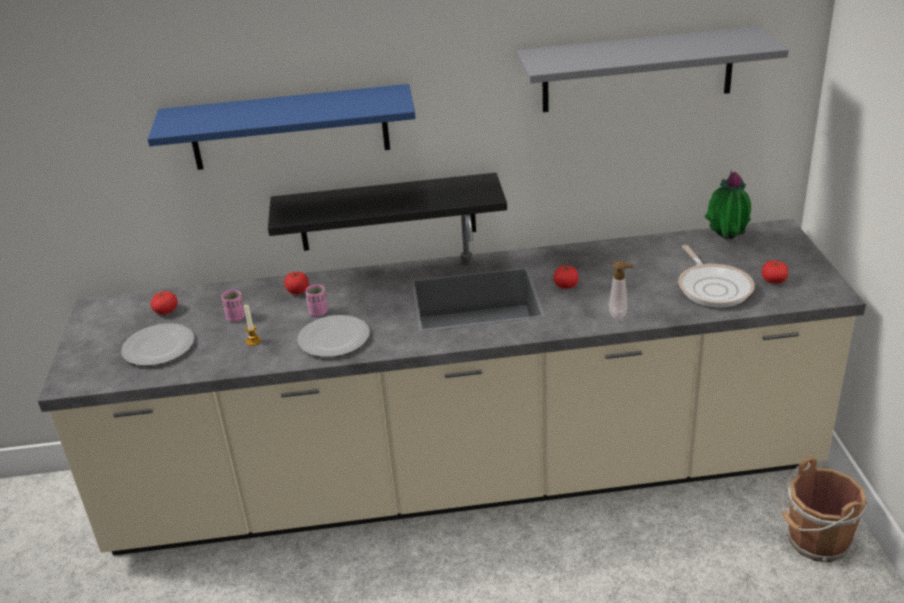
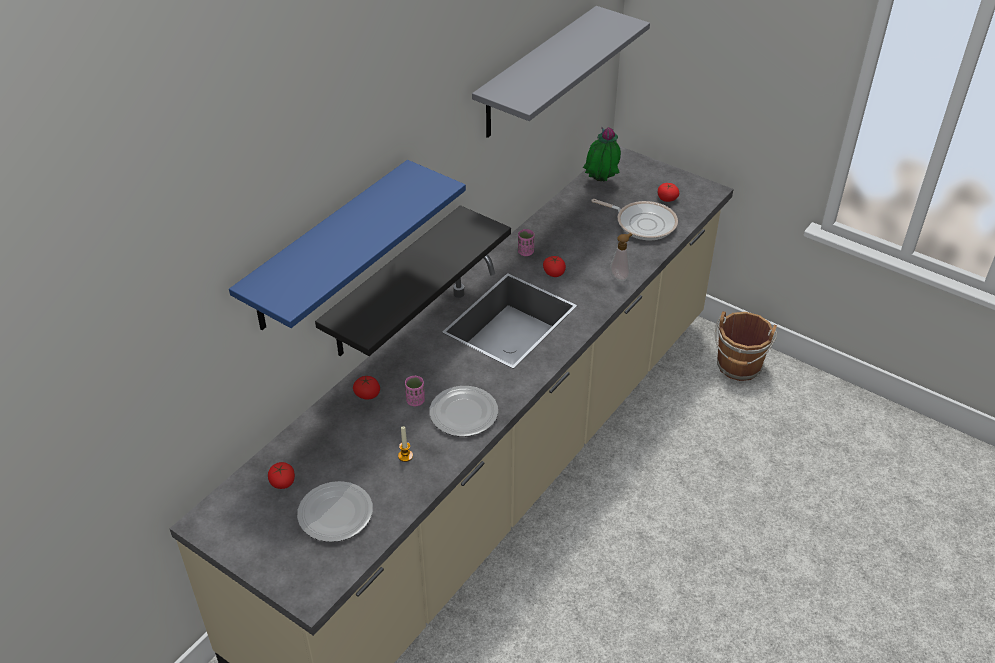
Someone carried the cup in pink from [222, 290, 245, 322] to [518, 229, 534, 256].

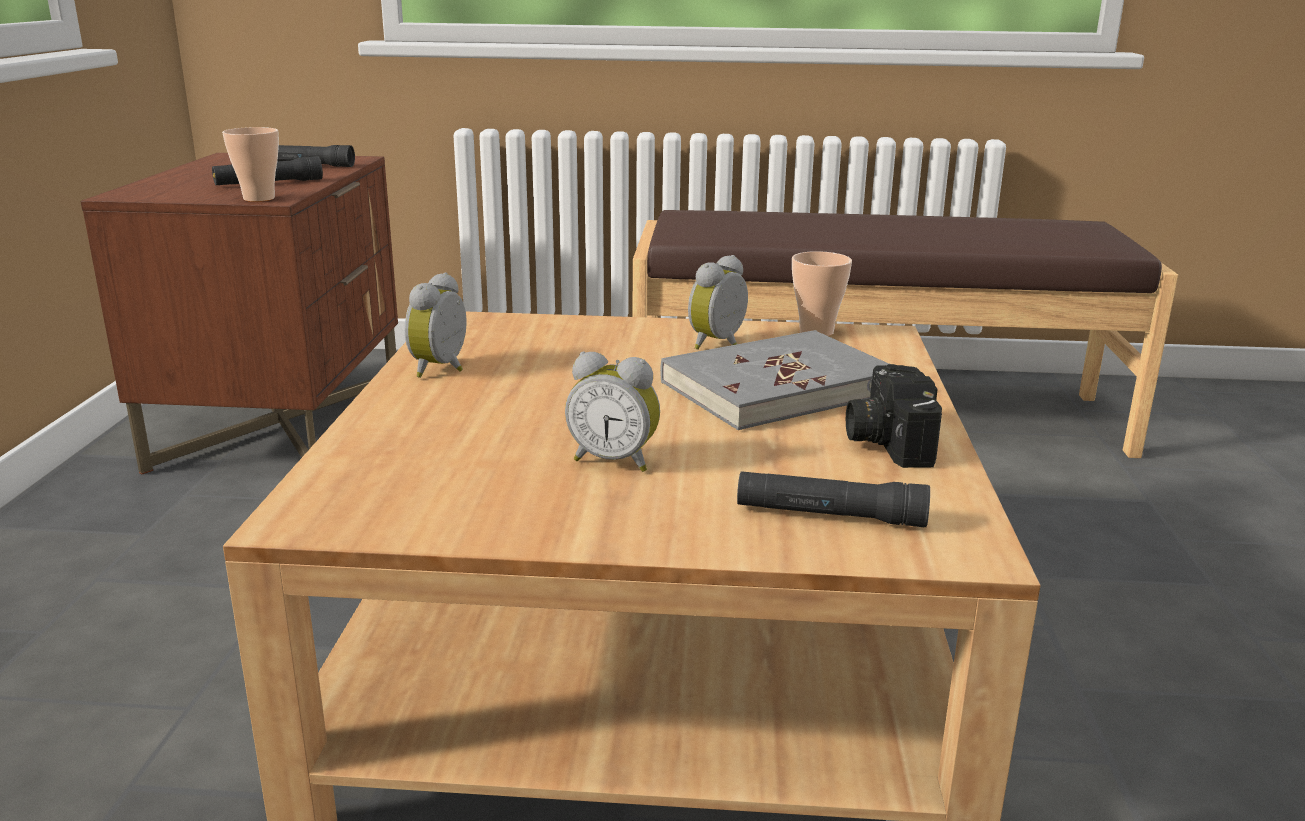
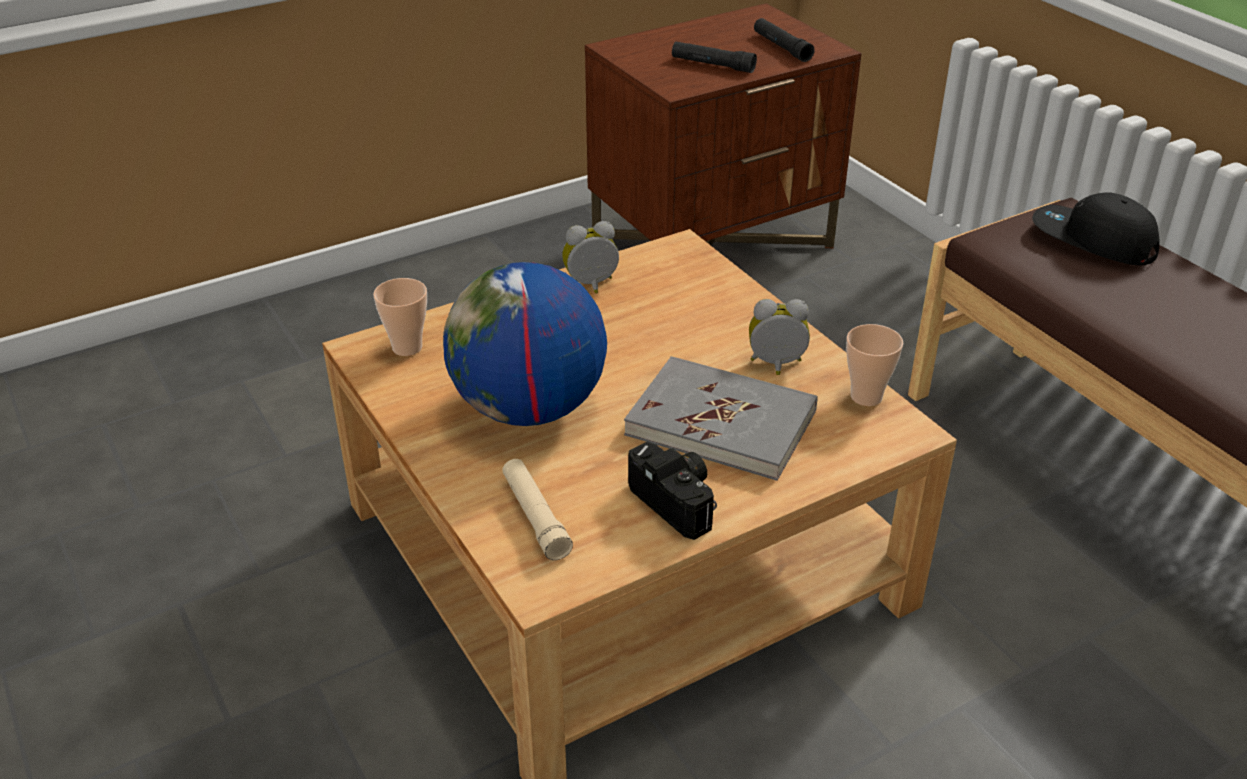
Someone carried the cup from [222, 127, 279, 202] to [373, 278, 427, 356]. Someone swapped the alarm clock at [565, 352, 660, 472] for the globe at [443, 262, 607, 426]. Someone rotated the photo camera at [846, 364, 942, 468] by 90 degrees clockwise. Someone repainted the flashlight in black at [737, 471, 930, 528], which became the flashlight in beige at [502, 459, 573, 560]. Someone put down the cap in black at [1032, 192, 1159, 266].

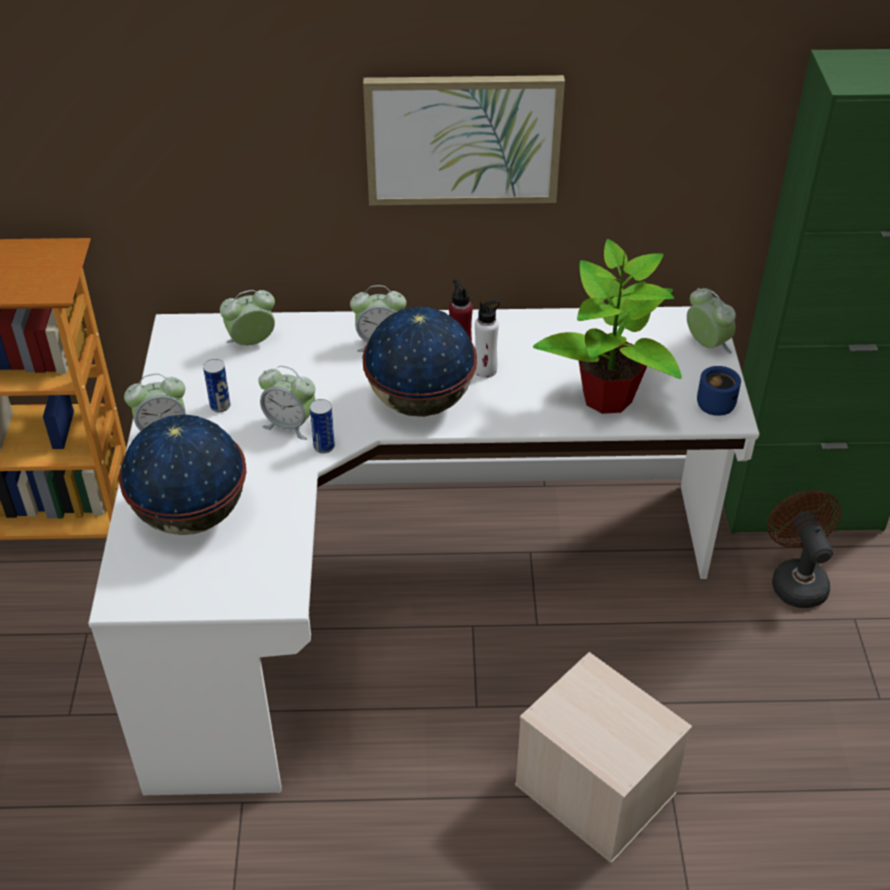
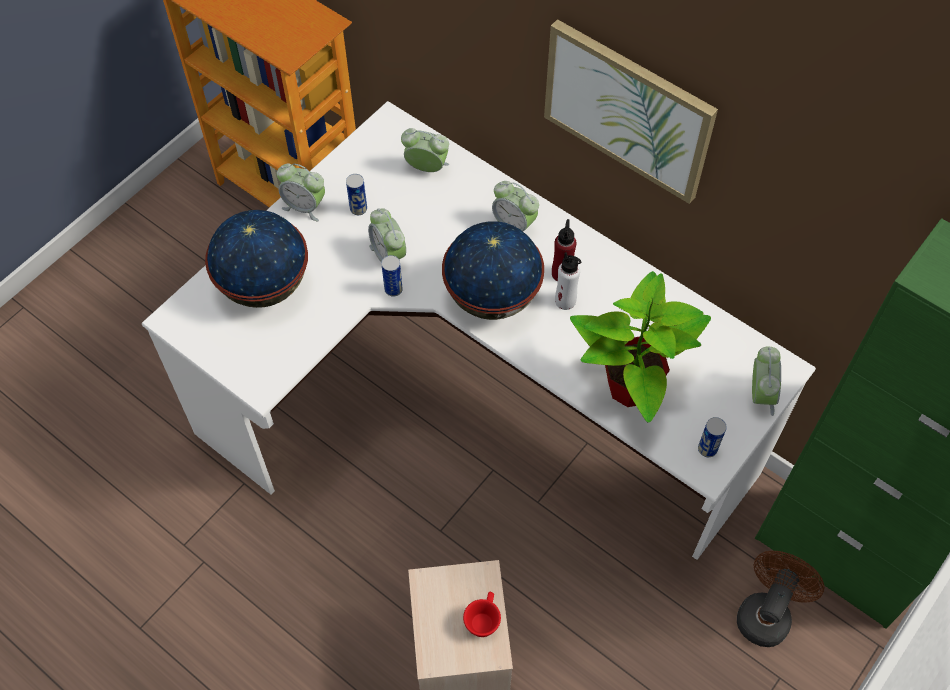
Someone swapped the mug in blue at [697, 366, 741, 416] for the can at [698, 417, 727, 457]. Someone put down the cup in red at [463, 592, 501, 637].

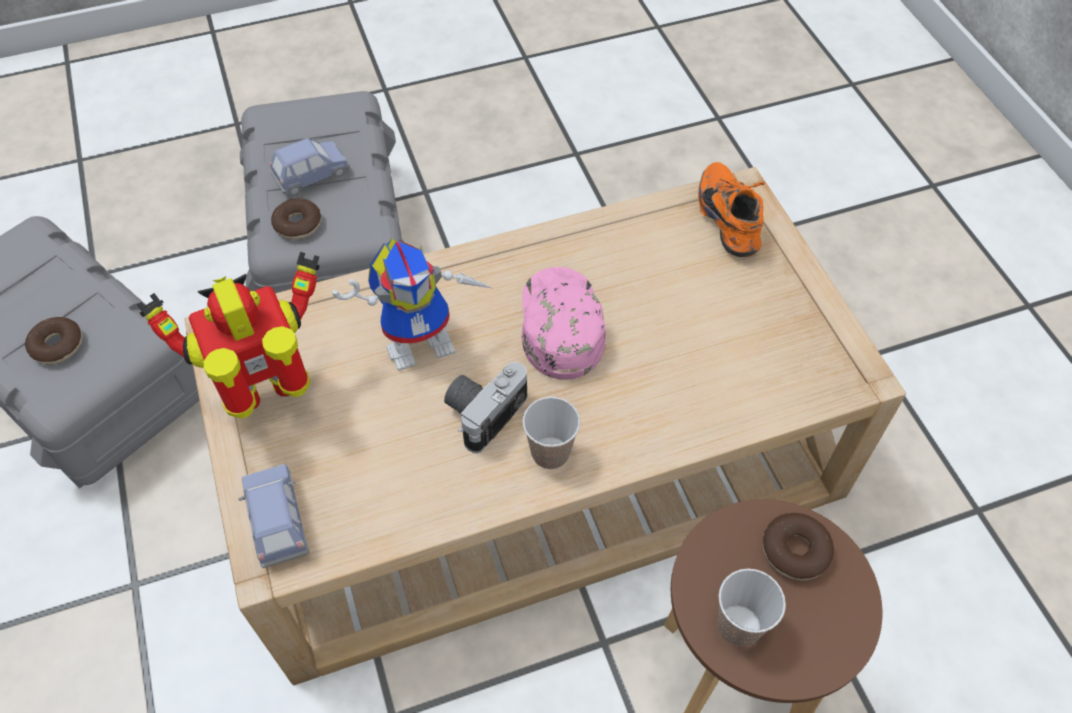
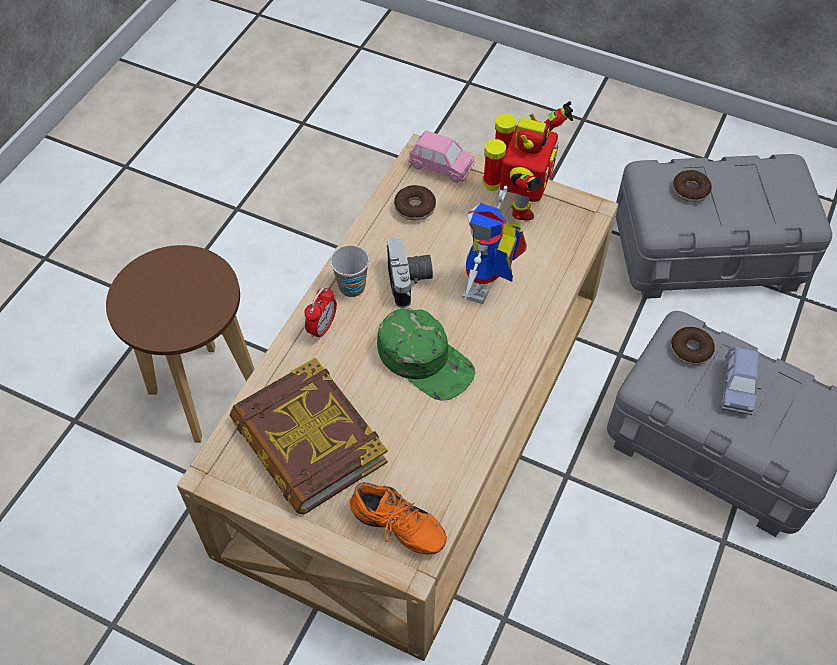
Someone repainted the cap in pink at [522, 267, 606, 380], which became the cap in green at [377, 308, 476, 400]. Someone repainted the toy car in blue at [238, 464, 309, 568], which became the toy car in pink at [408, 130, 475, 183]. Someone carried the donut from [762, 513, 834, 580] to [394, 185, 436, 220]. Someone took away the cup at [718, 569, 786, 646]. Someone put down the alarm clock at [304, 287, 337, 340]. Someone put down the book at [230, 357, 388, 515].

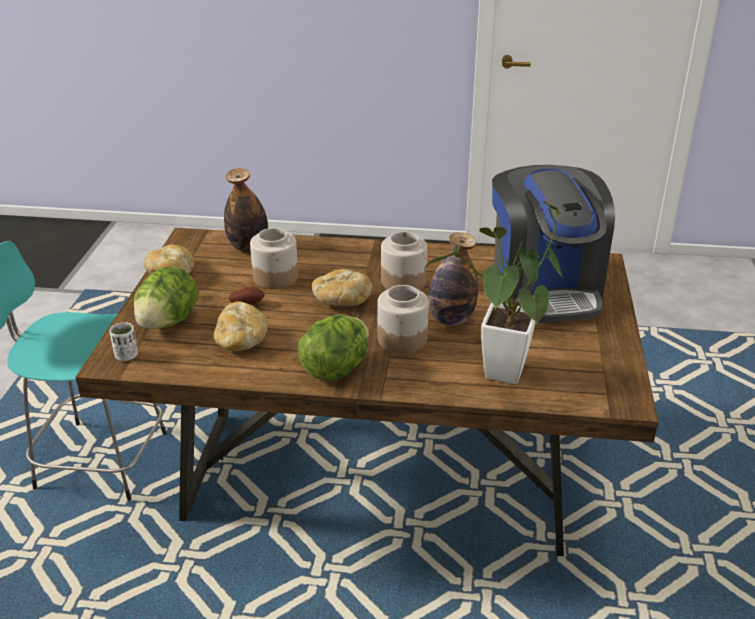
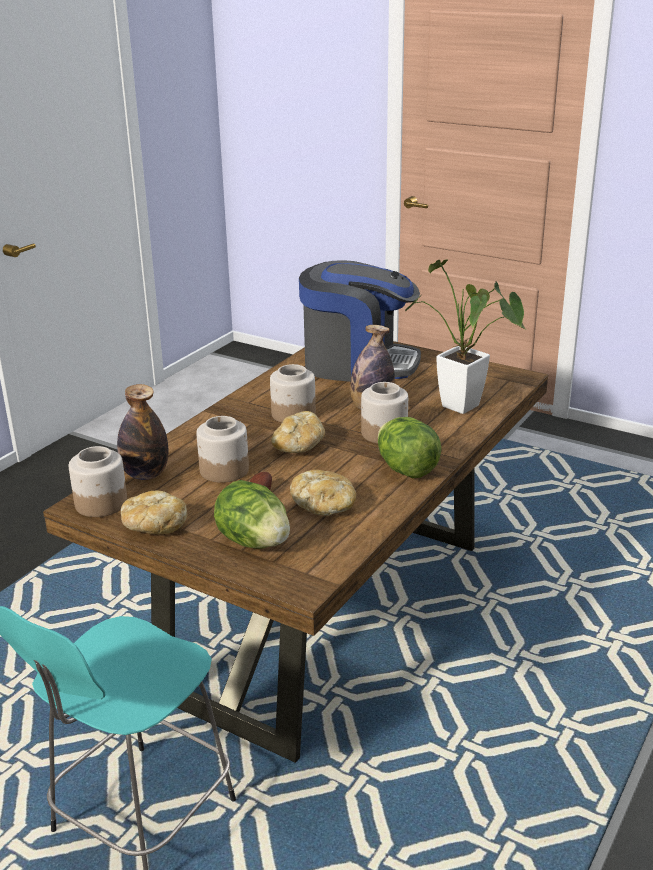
Someone took away the cup in white at [109, 322, 138, 361]. Someone put down the jar at [69, 446, 127, 517].

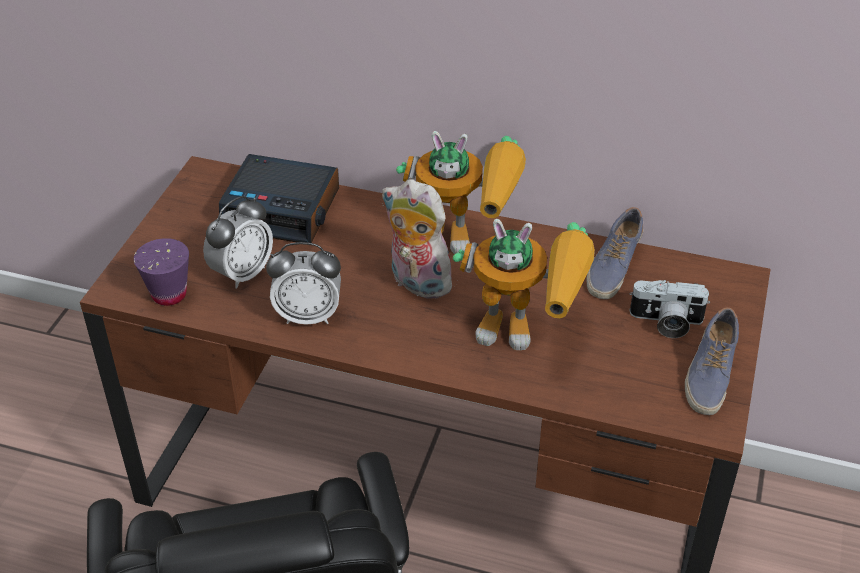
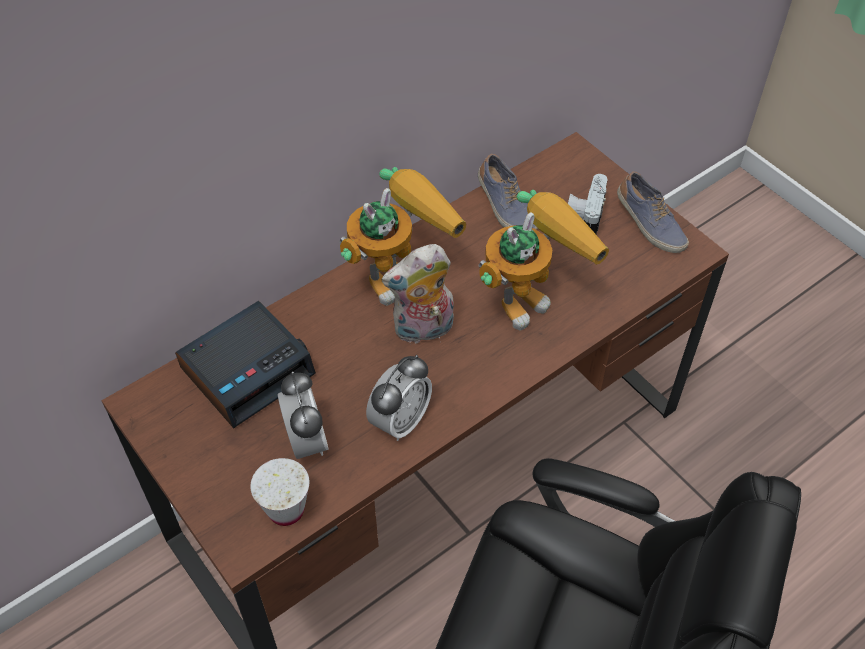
Someone repainted the cup in purple at [134, 238, 189, 306], which became the cup in white at [250, 458, 309, 526]. Someone rotated the photo camera at [629, 280, 710, 338] by 150 degrees clockwise.

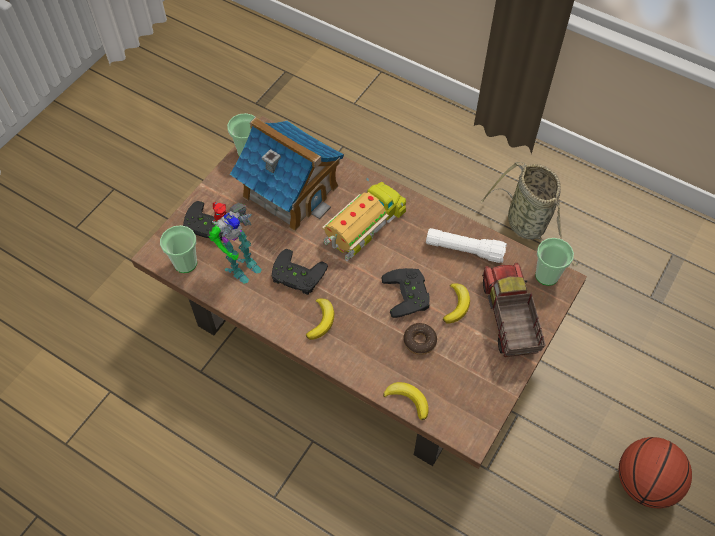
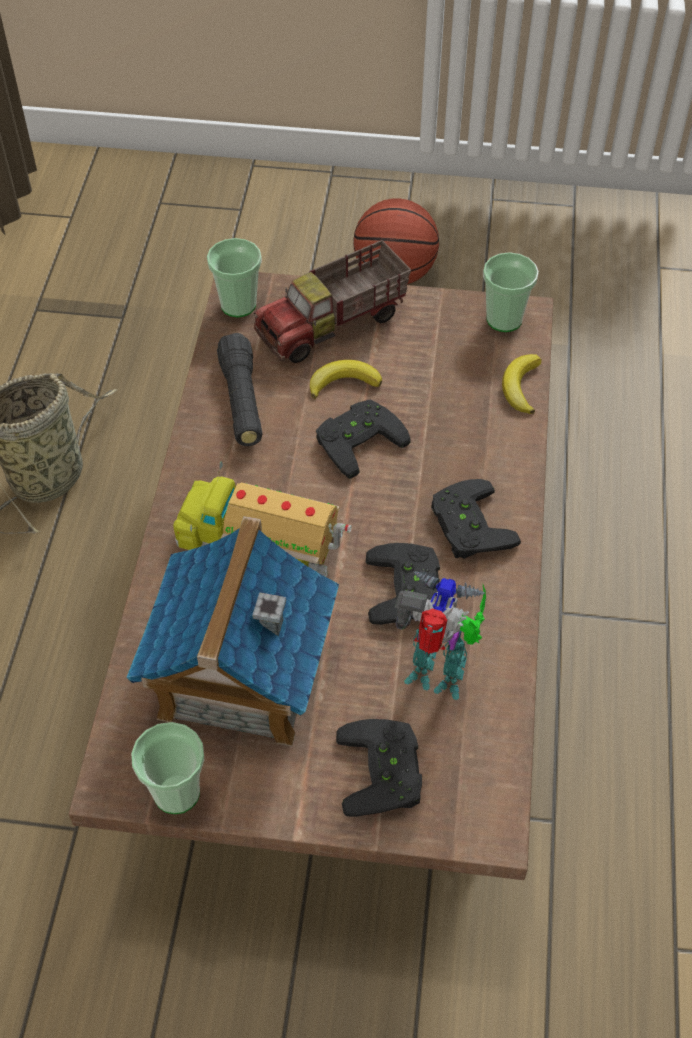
Someone carried the cup from [160, 225, 197, 273] to [483, 252, 539, 332]. Someone repainted the flashlight in white at [426, 228, 507, 263], which became the flashlight in black at [217, 333, 262, 446]. Someone swapped the banana at [306, 299, 334, 340] for the game controller in black at [431, 479, 521, 559]. Someone took away the donut at [403, 323, 437, 355].

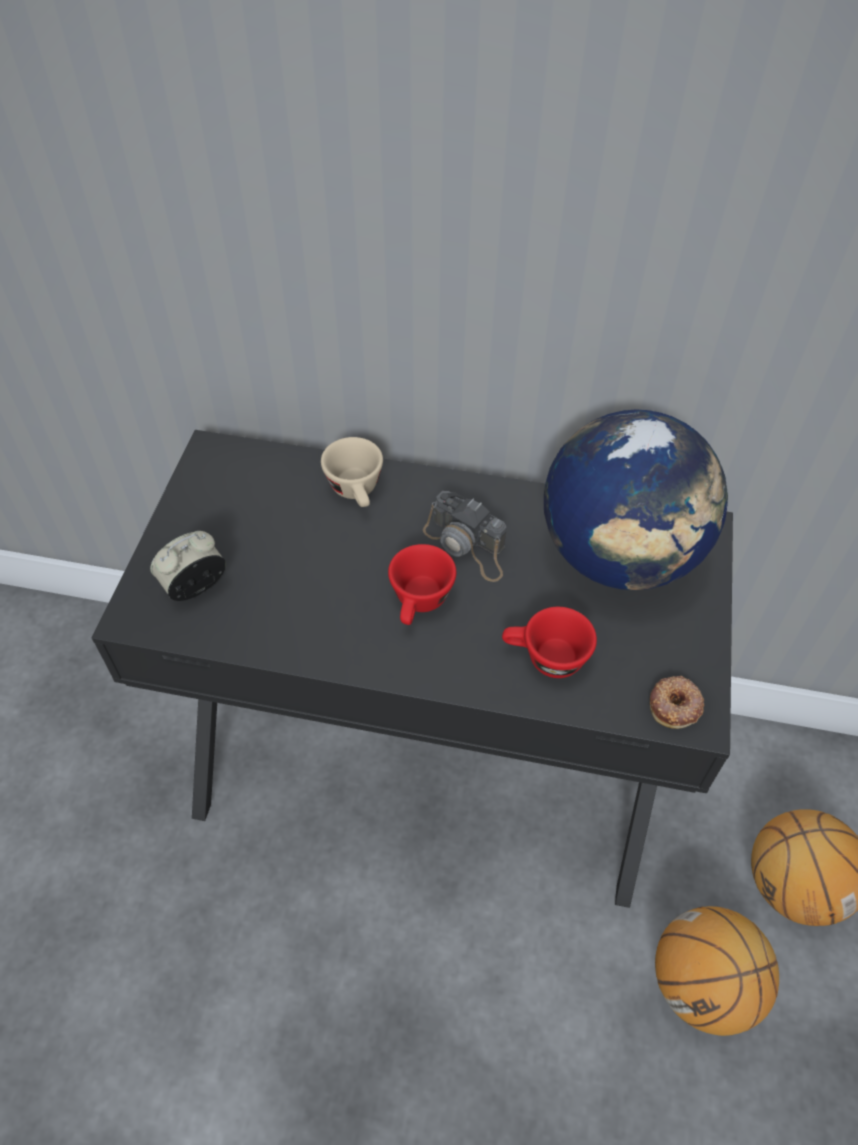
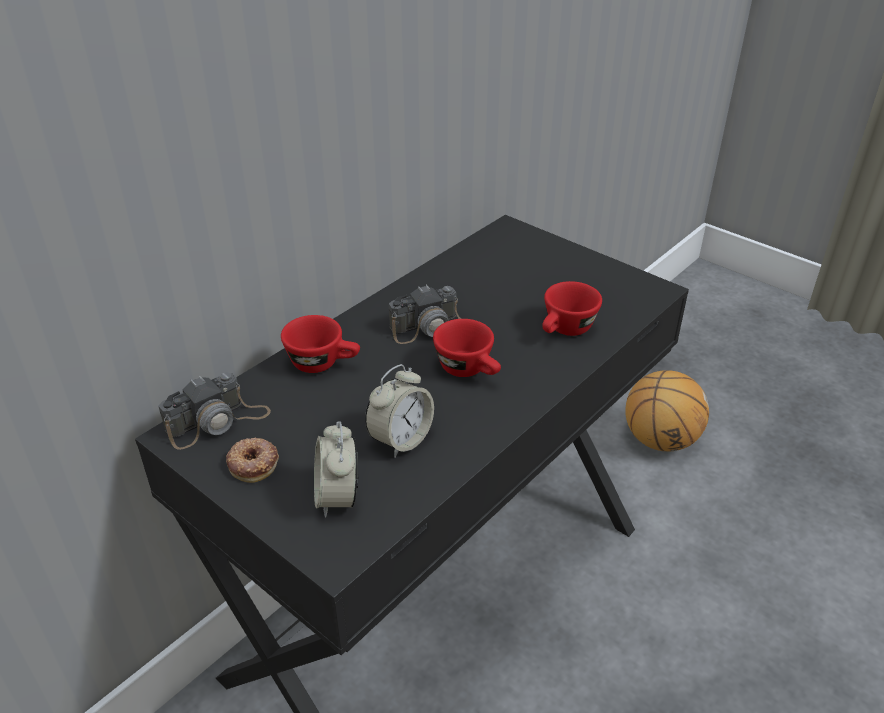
Someone took away the globe at [544, 409, 728, 590]. Someone repainted the cup in beige at [321, 437, 383, 507], which became the cup in red at [281, 315, 360, 373]. Someone carried the donut from [650, 676, 704, 729] to [226, 438, 279, 483]. Someone took away the basketball at [655, 906, 779, 1036]. Someone put down the alarm clock at [365, 364, 434, 458]. Someone put down the photo camera at [159, 372, 271, 450].

